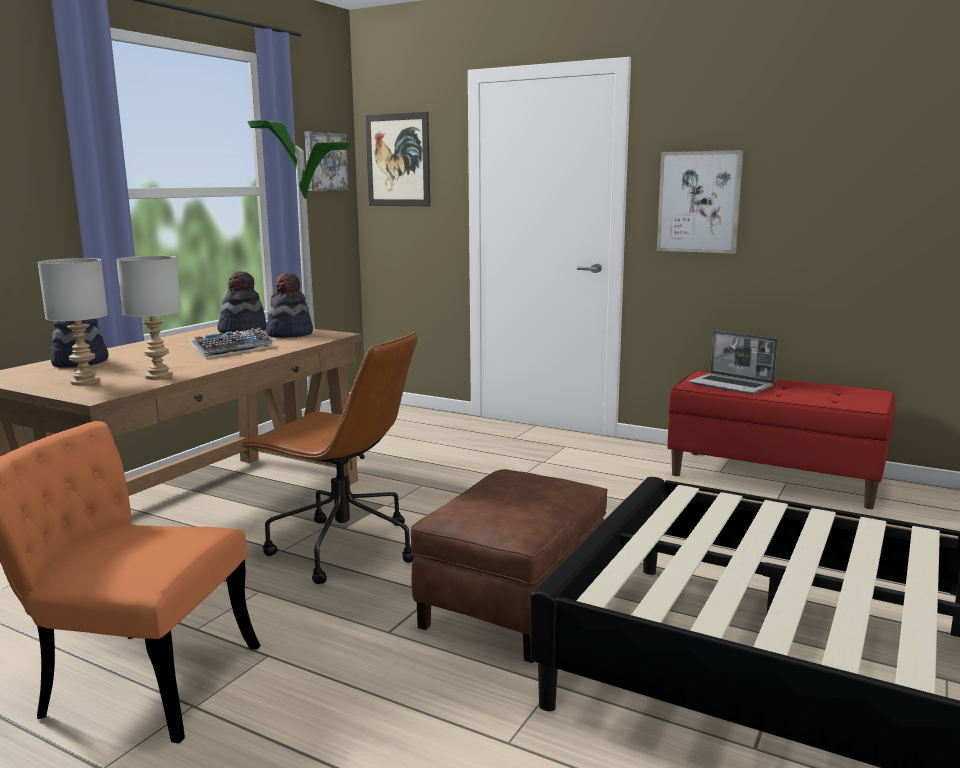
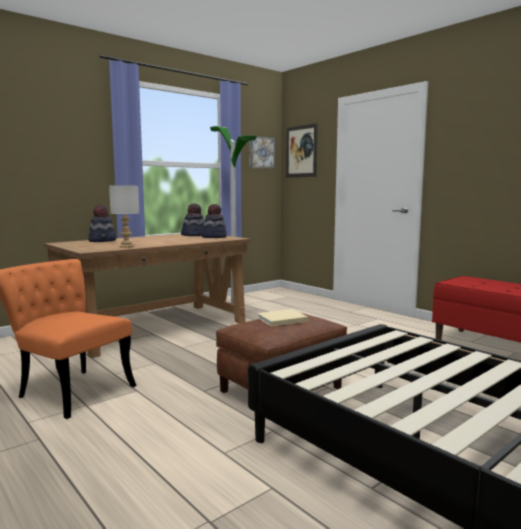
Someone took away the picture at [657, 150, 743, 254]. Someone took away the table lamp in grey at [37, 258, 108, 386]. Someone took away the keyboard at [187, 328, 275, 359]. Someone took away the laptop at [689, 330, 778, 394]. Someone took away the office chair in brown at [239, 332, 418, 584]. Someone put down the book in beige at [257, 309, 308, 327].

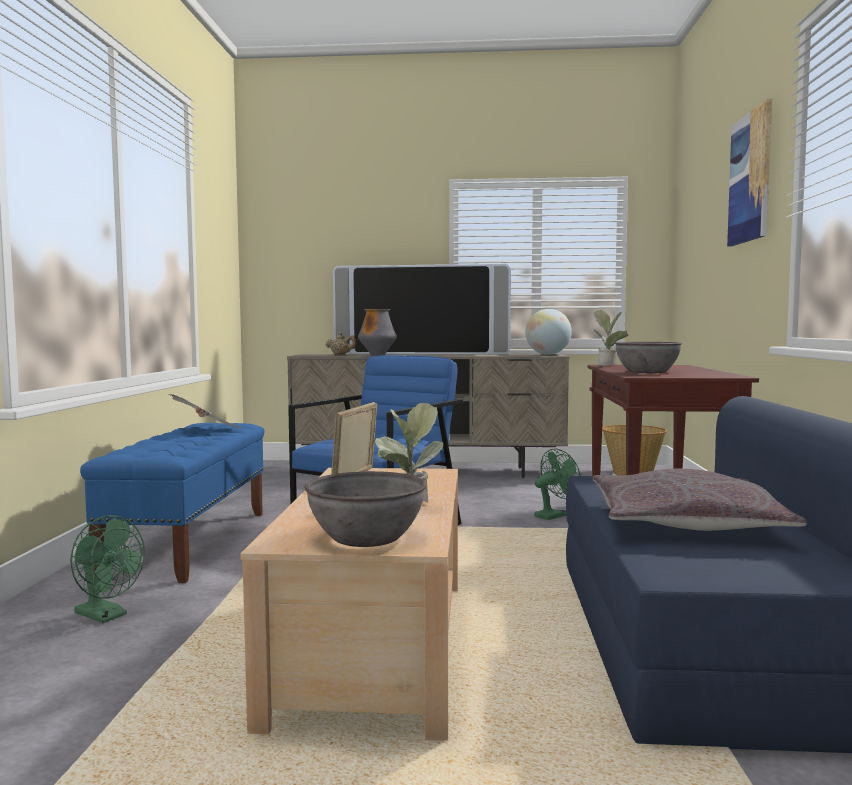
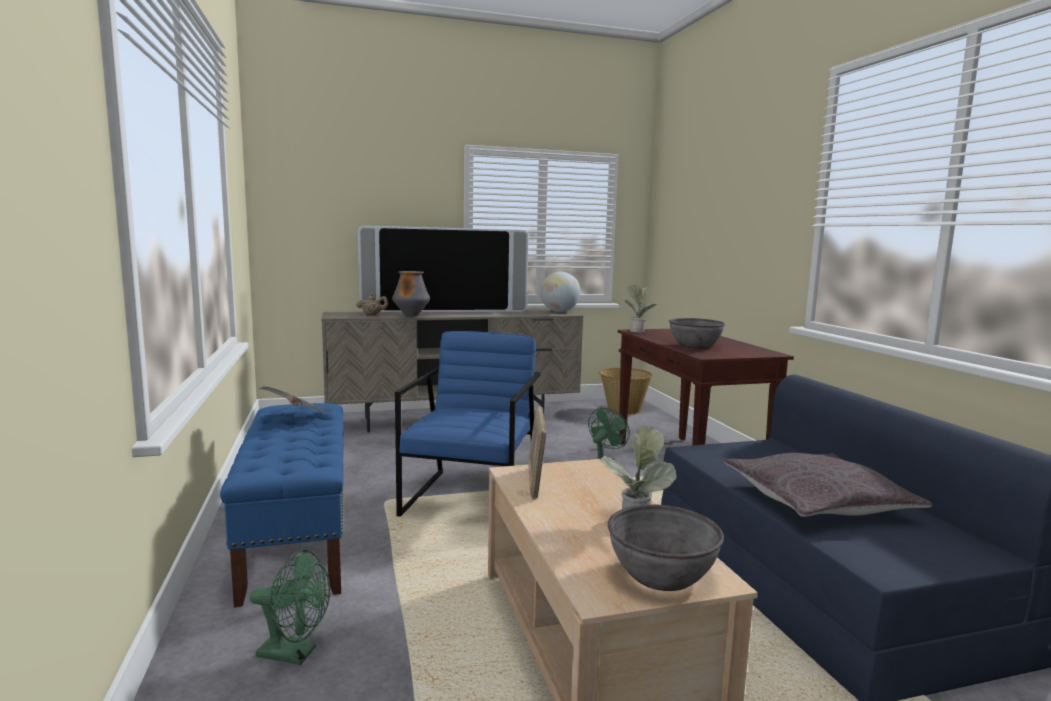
Someone took away the picture at [727, 99, 772, 246].

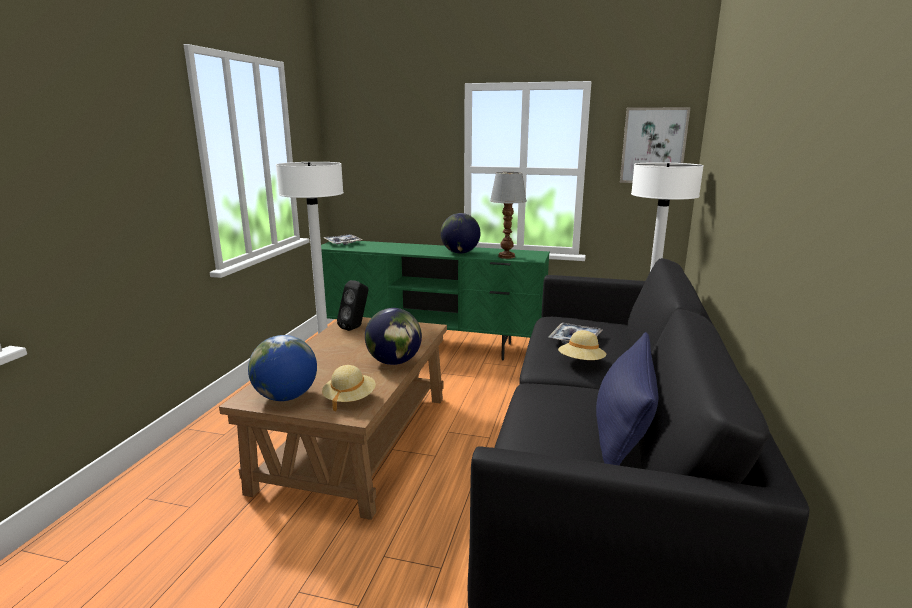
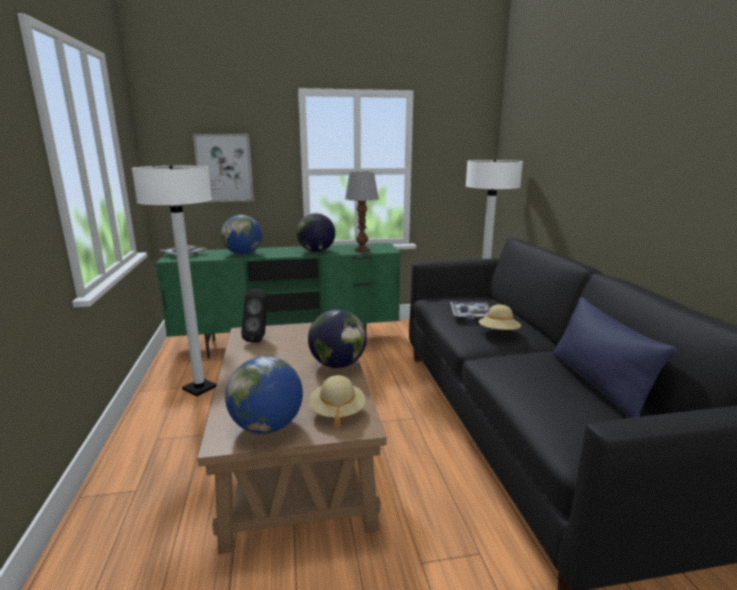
Someone carried the picture from [620, 107, 691, 183] to [193, 134, 254, 202]. Someone put down the globe at [221, 215, 262, 255].

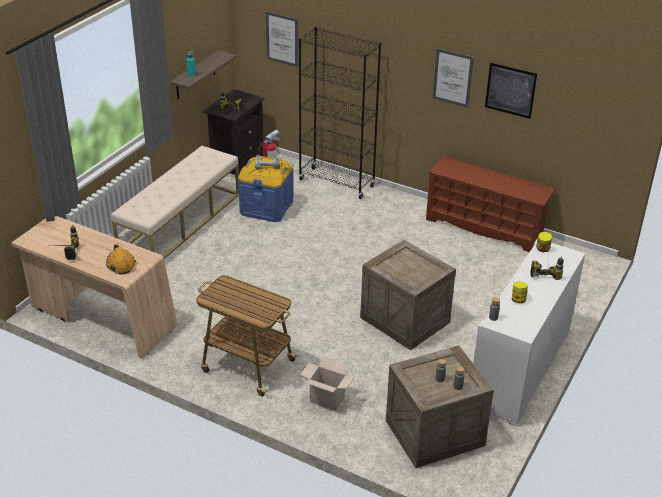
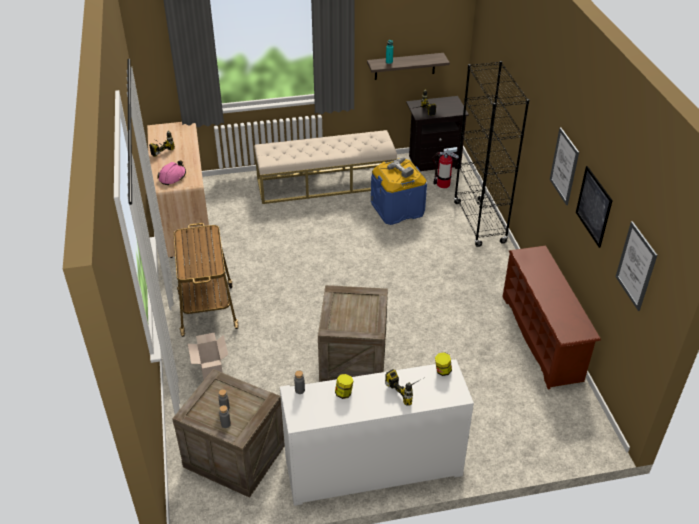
Someone carried the picture from [266, 11, 298, 67] to [616, 221, 657, 311]. Someone repainted the hard hat in orange at [106, 244, 136, 274], which became the hard hat in pink at [157, 160, 186, 185].

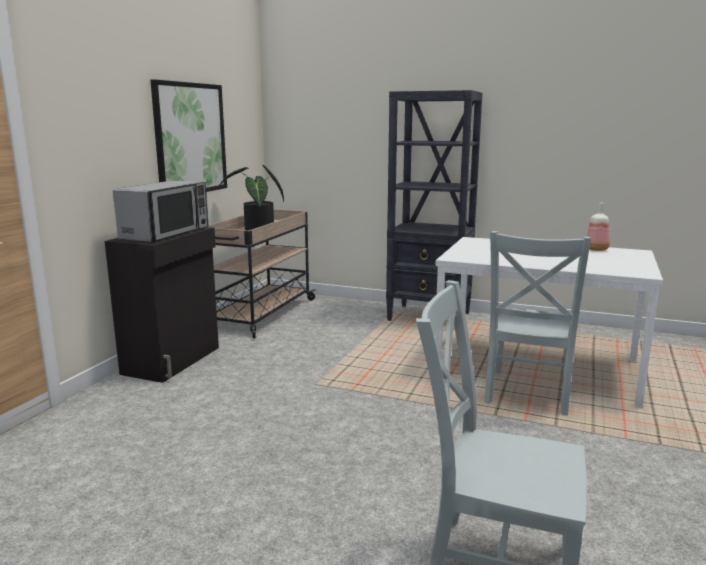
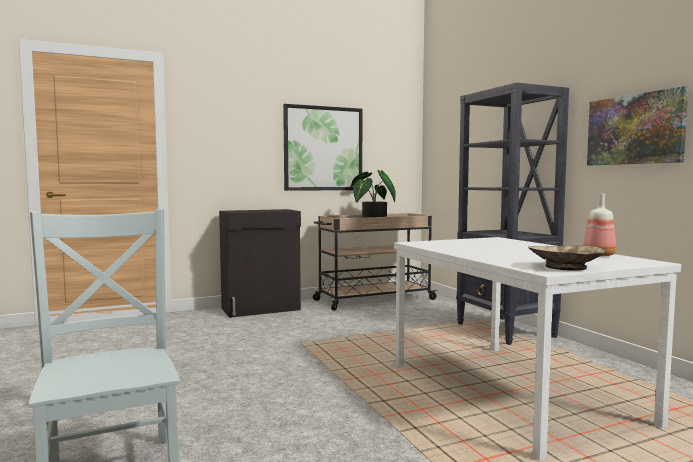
Someone took away the microwave at [113, 180, 209, 243]. Someone took away the chair in grey at [484, 231, 591, 415]. Someone put up the picture at [587, 86, 688, 165]. Someone put down the bowl in beige at [528, 246, 607, 271].

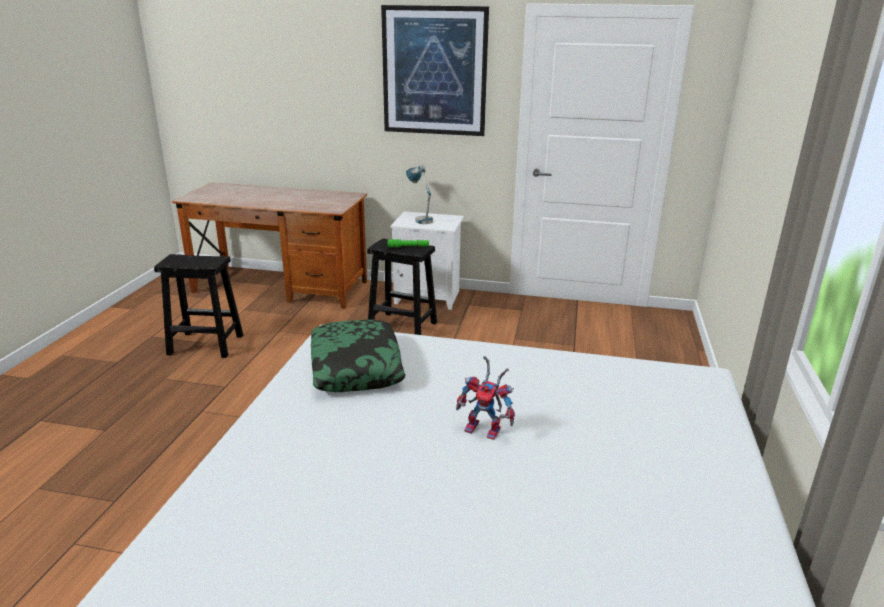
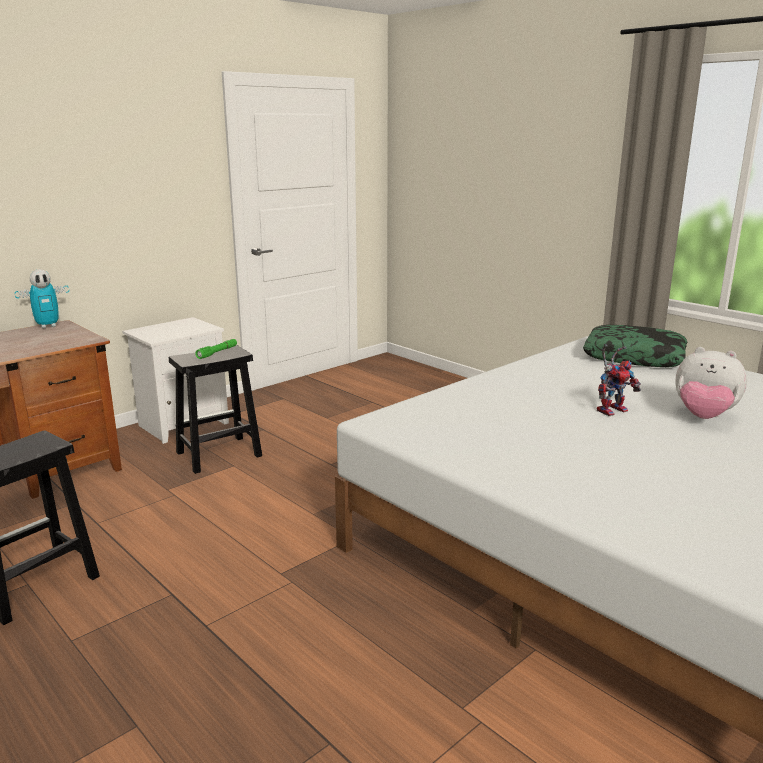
Someone took away the picture at [381, 5, 489, 136]. Someone took away the table lamp at [406, 165, 433, 224]. Someone carried the pillow from [311, 320, 406, 392] to [583, 325, 688, 367]. Someone put down the toy robot at [15, 269, 69, 329]. Someone put down the plush toy at [675, 347, 747, 419].

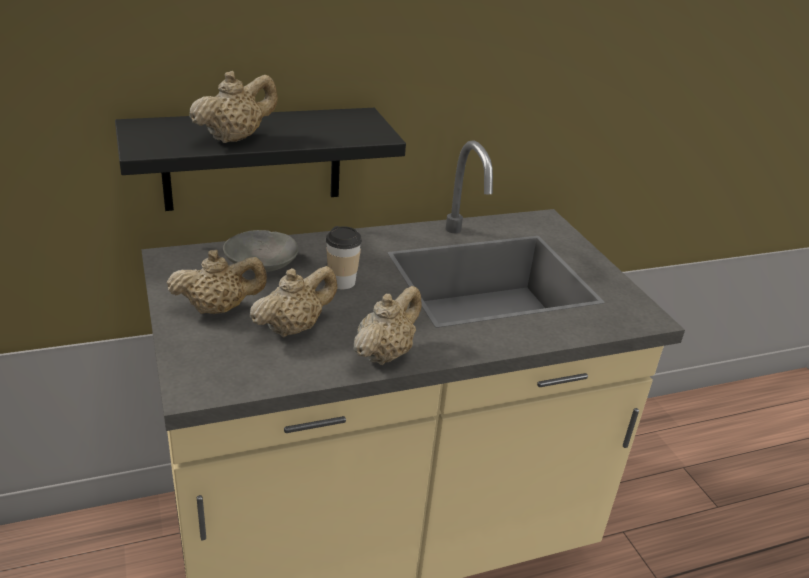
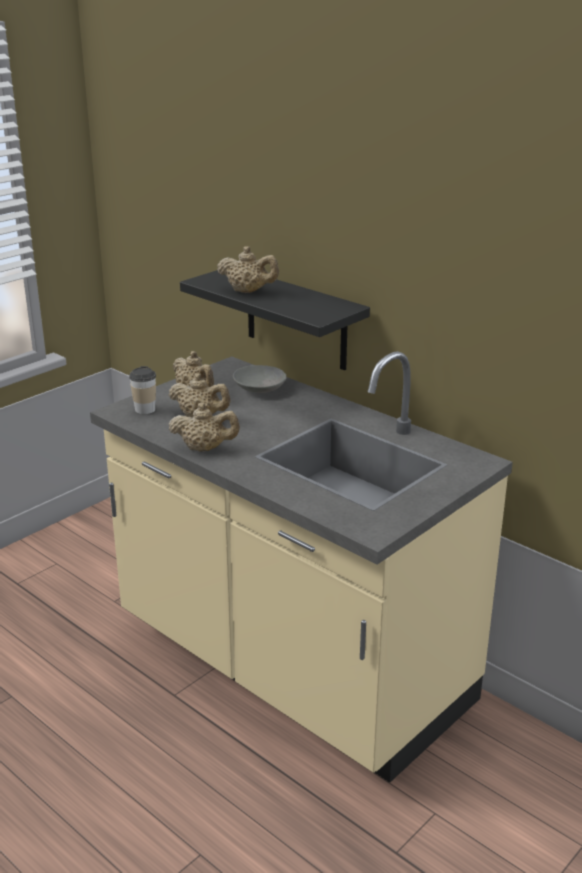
Someone carried the cup from [326, 226, 362, 290] to [129, 366, 156, 414].

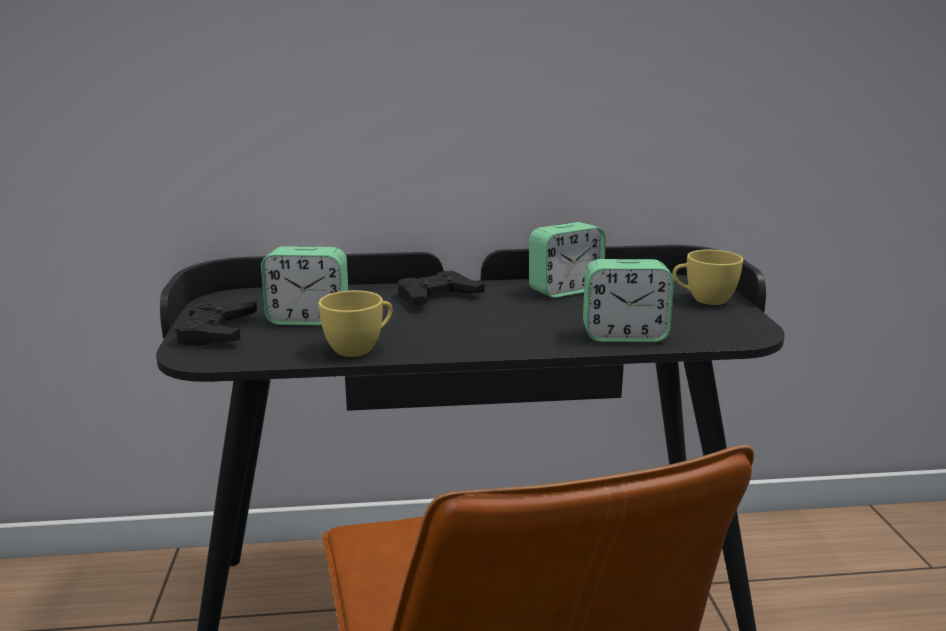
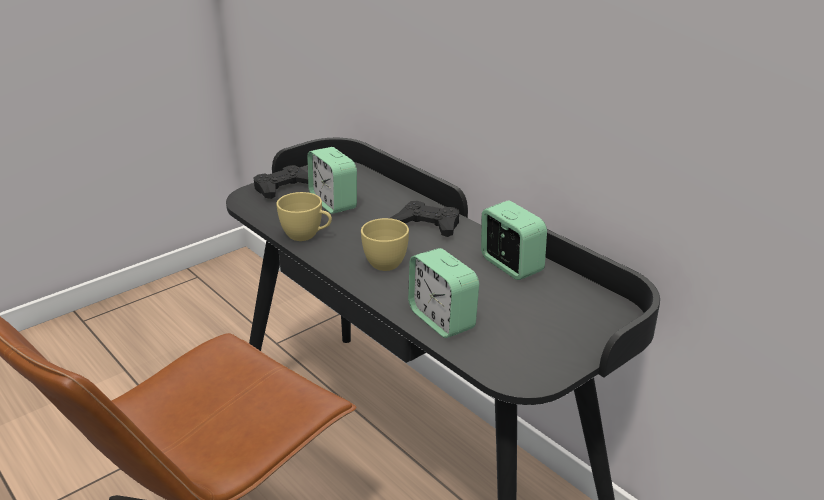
Someone rotated the alarm clock at [529, 222, 606, 298] by 150 degrees counterclockwise. Someone carried the cup in yellow from [673, 250, 743, 305] to [361, 218, 409, 271].

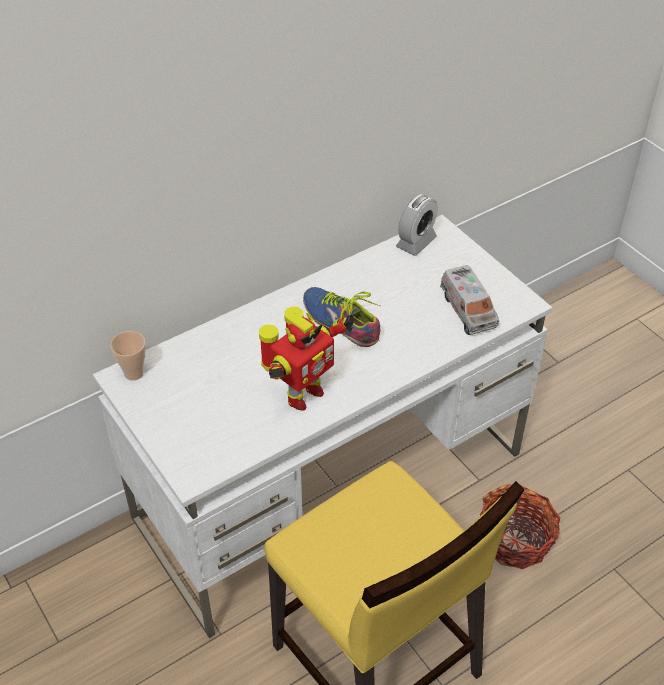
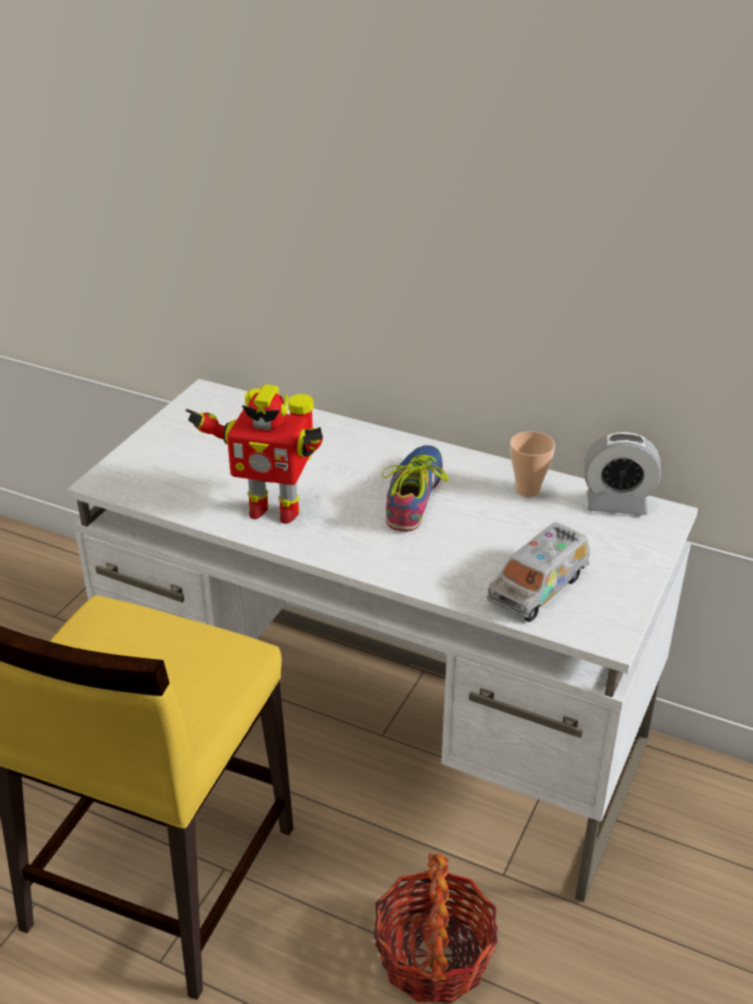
Someone carried the cup from [110, 331, 146, 381] to [510, 431, 555, 497].

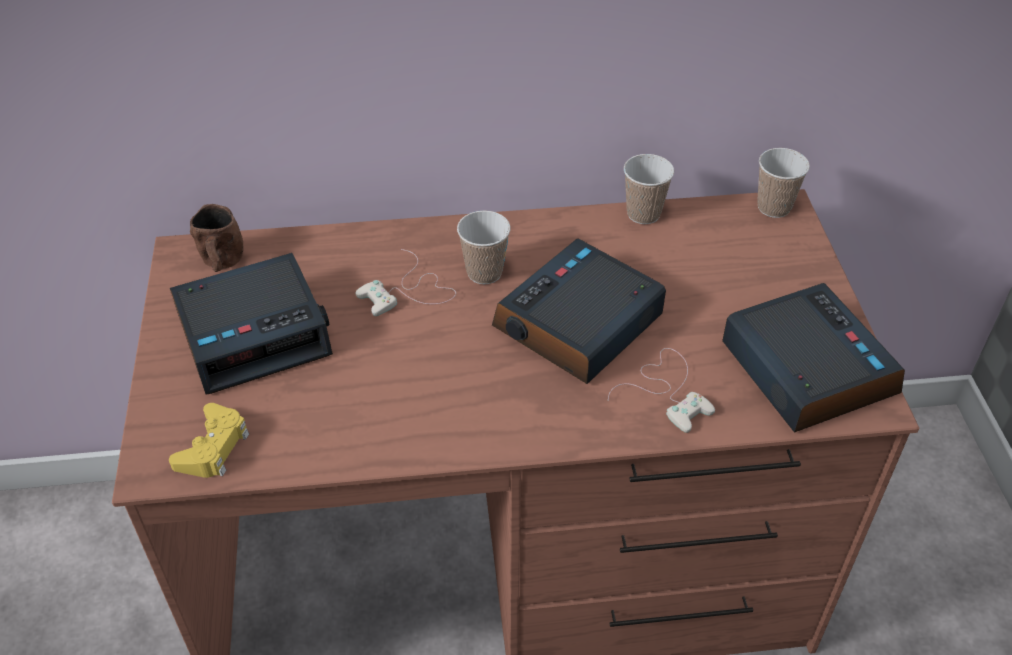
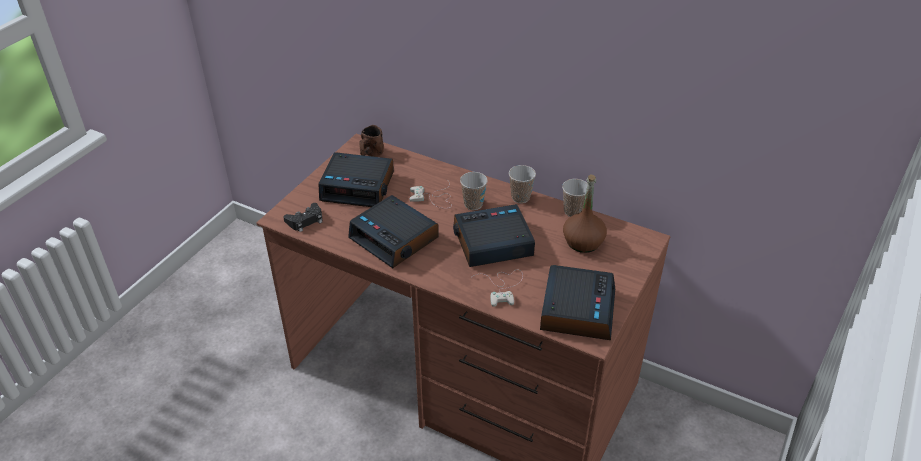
Someone carried the cup from [757, 148, 810, 218] to [509, 165, 536, 203]. Someone repainted the game controller in yellow at [169, 403, 249, 478], which became the game controller in black at [283, 203, 323, 232]. Someone put down the bottle in brown at [563, 174, 607, 253]. Someone put down the alarm clock at [348, 195, 439, 268].

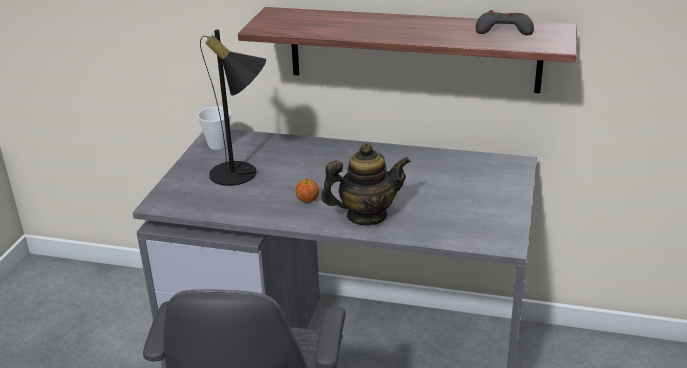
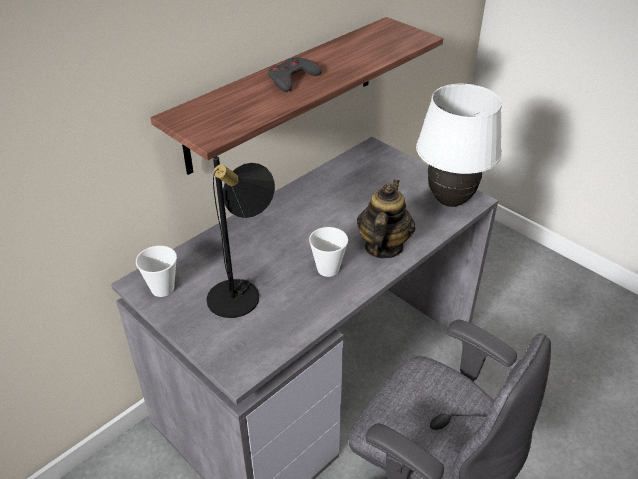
Someone carried the game controller in grey from [476, 10, 534, 35] to [268, 57, 322, 92]. Someone swapped the apple at [296, 177, 319, 203] for the cup at [309, 227, 348, 277]. Someone put down the table lamp in white at [416, 84, 502, 207].

